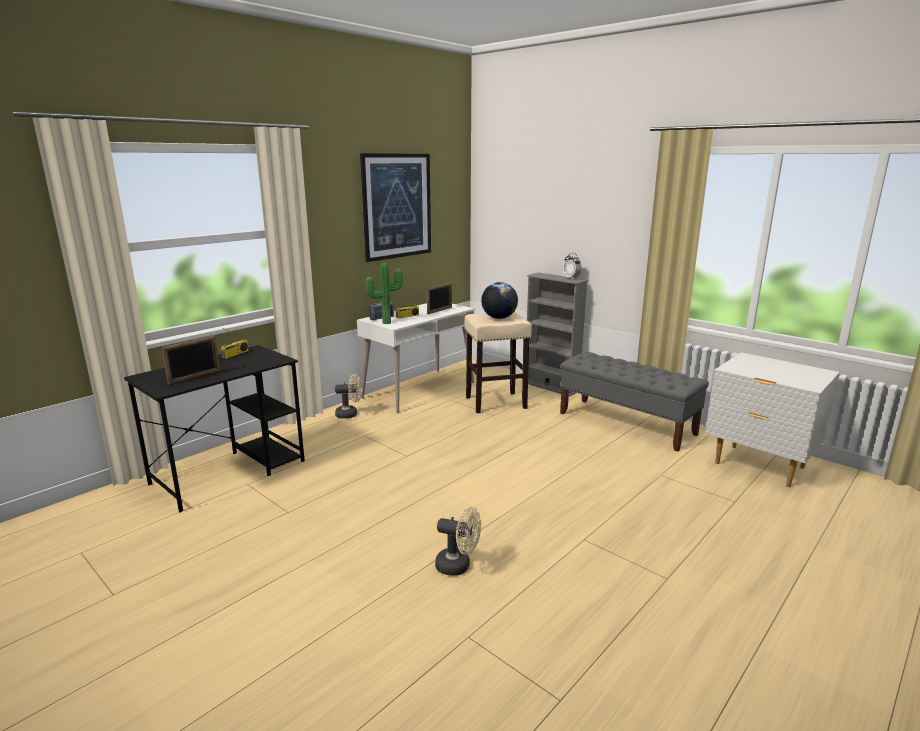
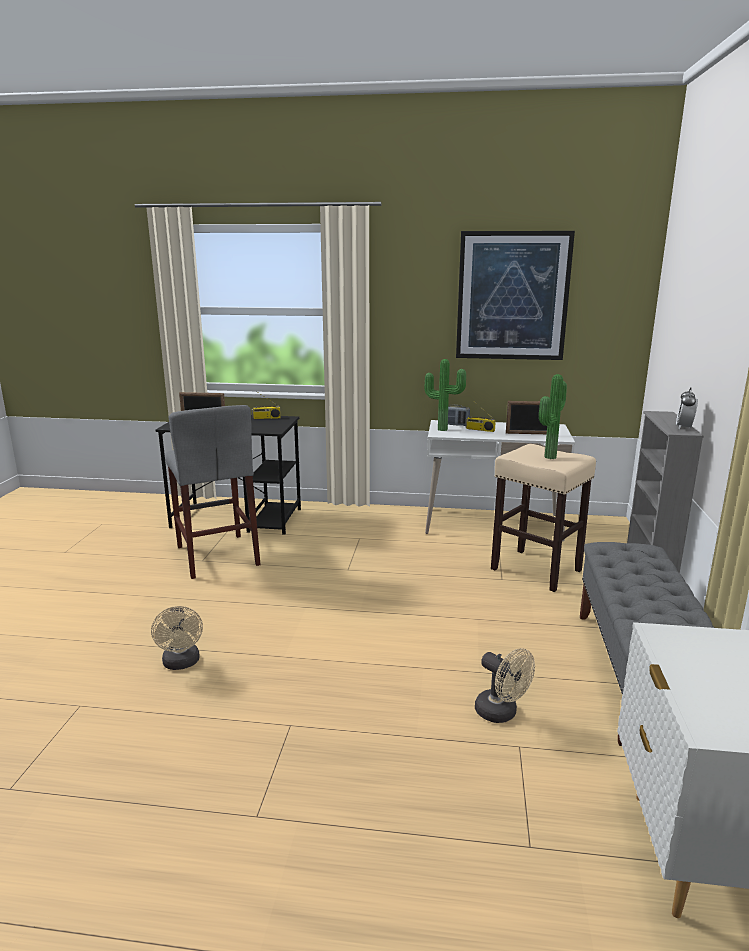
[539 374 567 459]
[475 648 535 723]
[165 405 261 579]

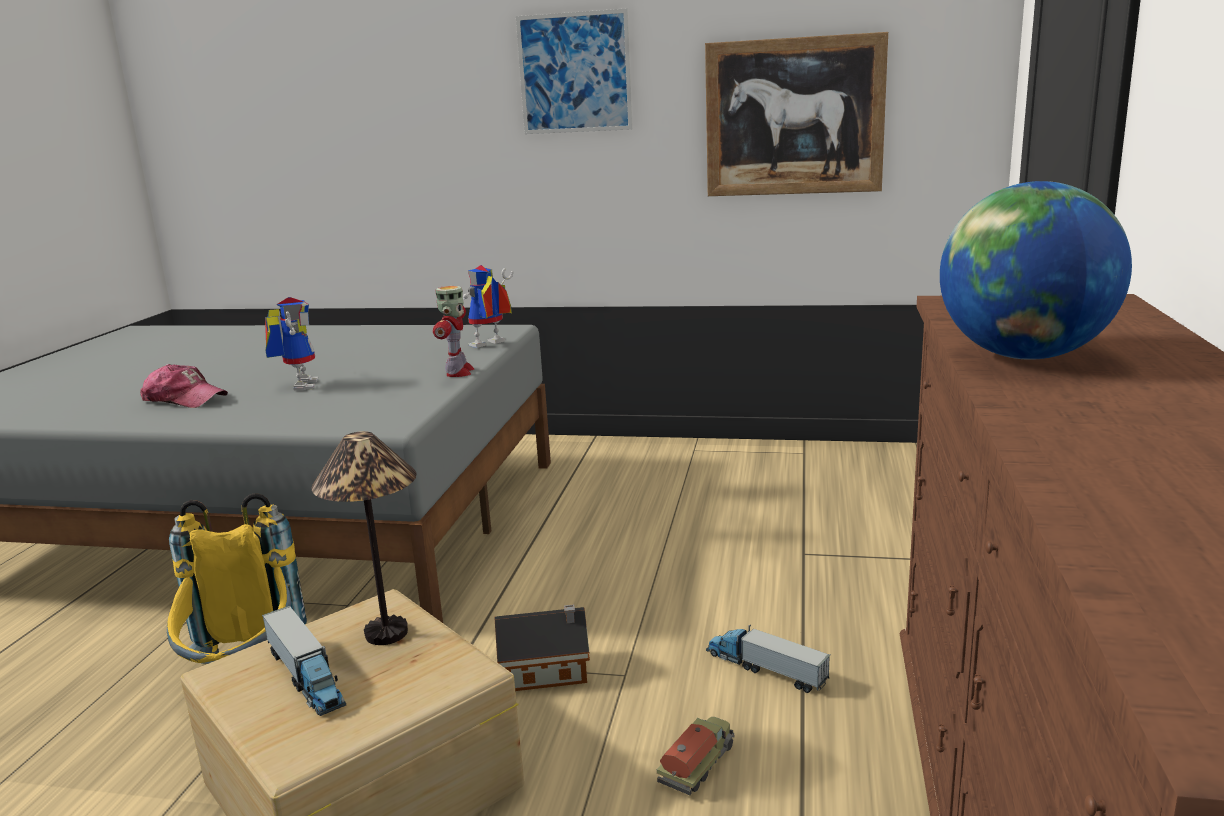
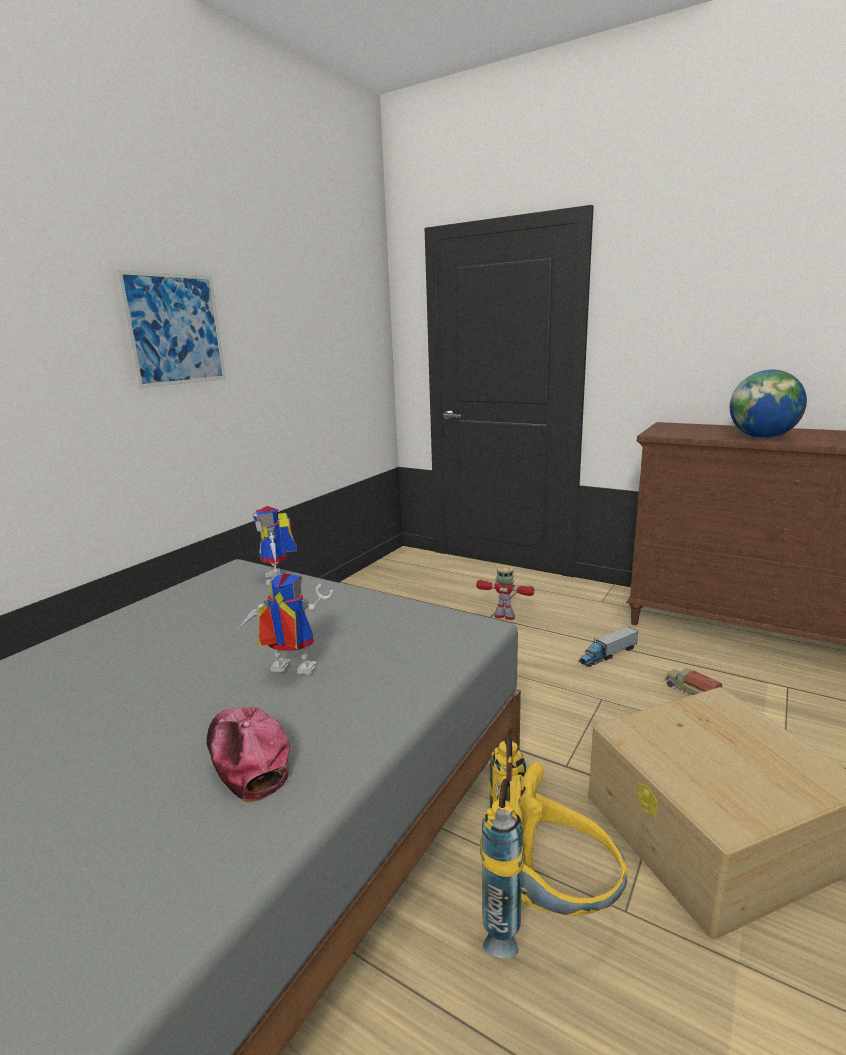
[705 32 888 196] (first image)
[476 566 535 620]
[207 707 290 803]
[311 431 417 645] (first image)
[495 605 590 691] (first image)
[262 606 346 716] (first image)

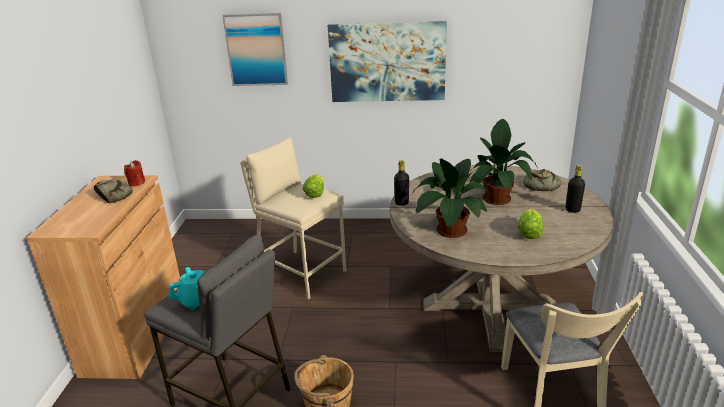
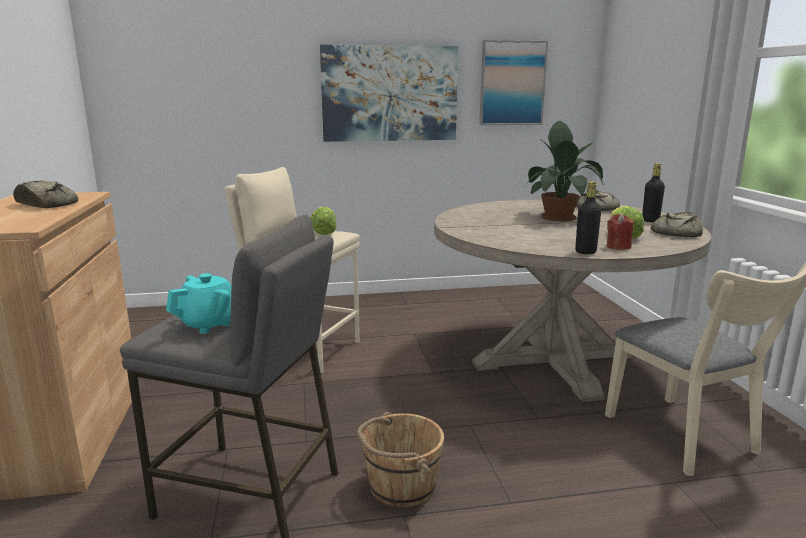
[479 40 548 125]
[412 158 491 238] (first image)
[607 213 634 250]
[575 181 601 254]
[650 212 703 237]

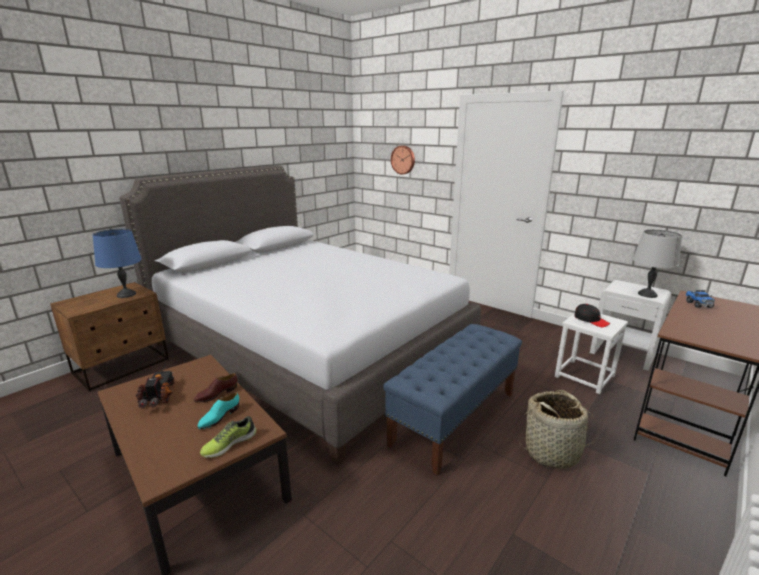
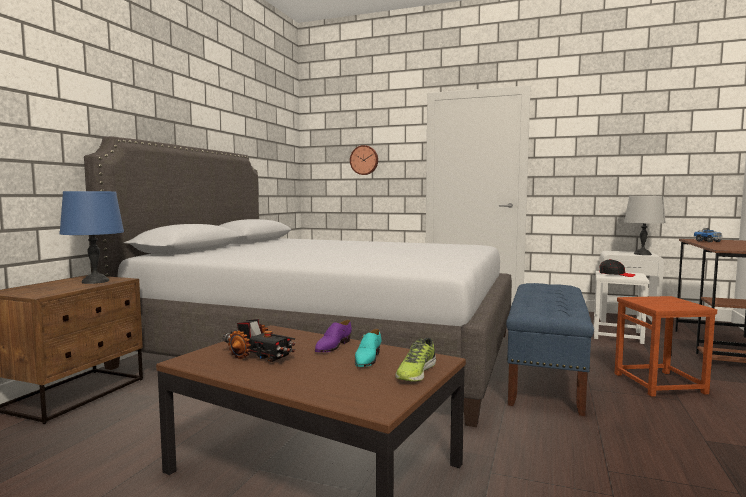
[222 319 296 362]
[315 320 352 352]
[615 296 717 397]

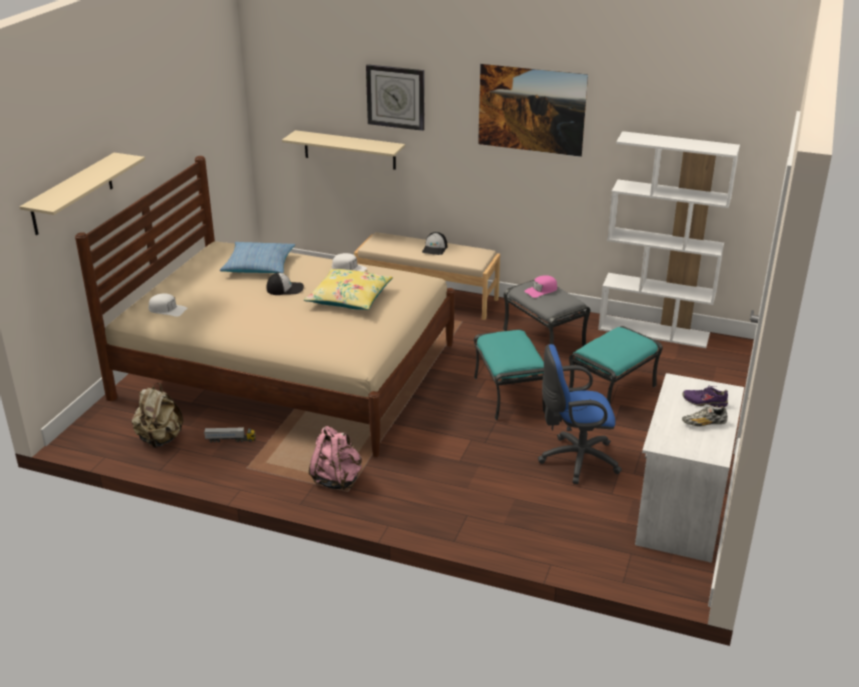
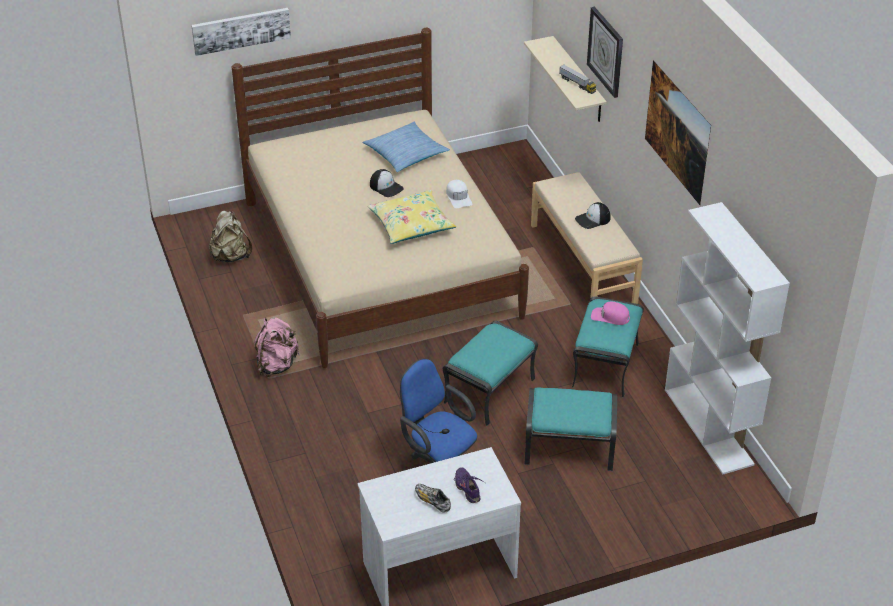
[191 8 291 56]
[572 296 644 397]
[148 293 187 317] (first image)
[559 64 596 94]

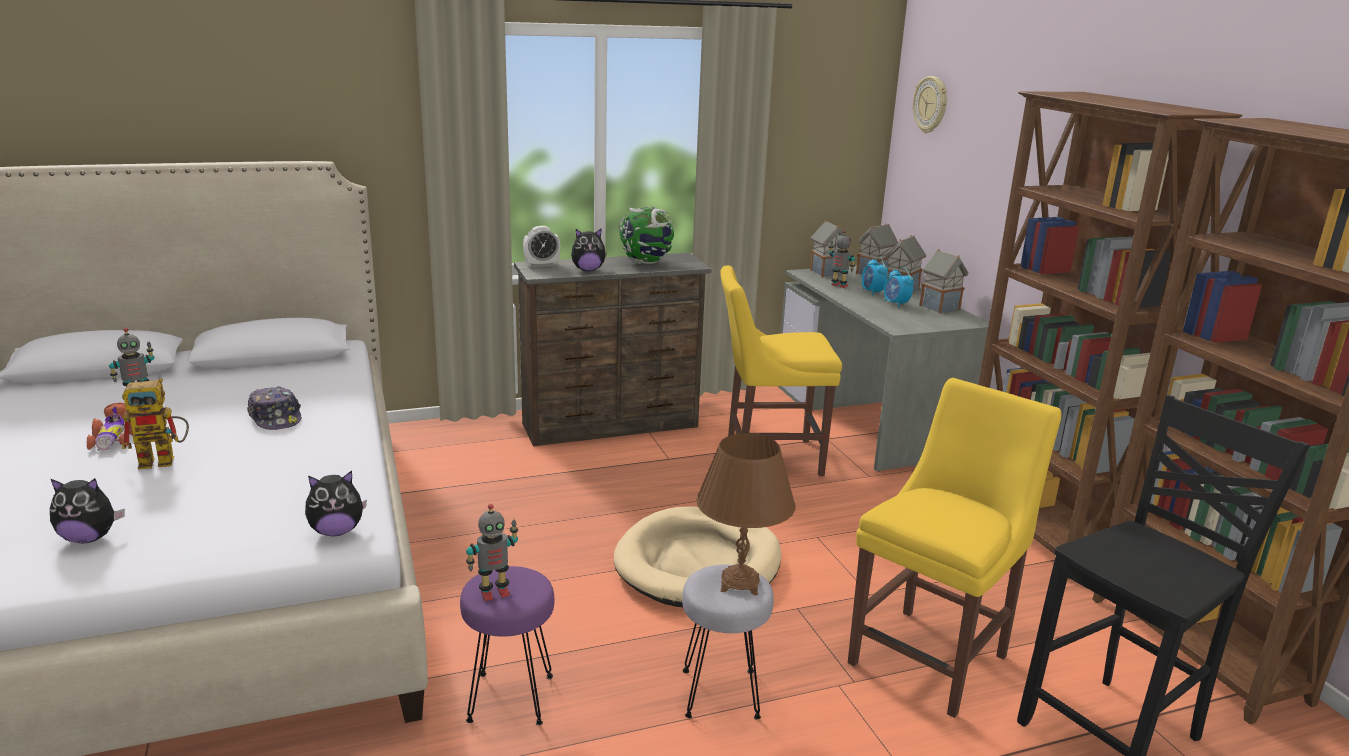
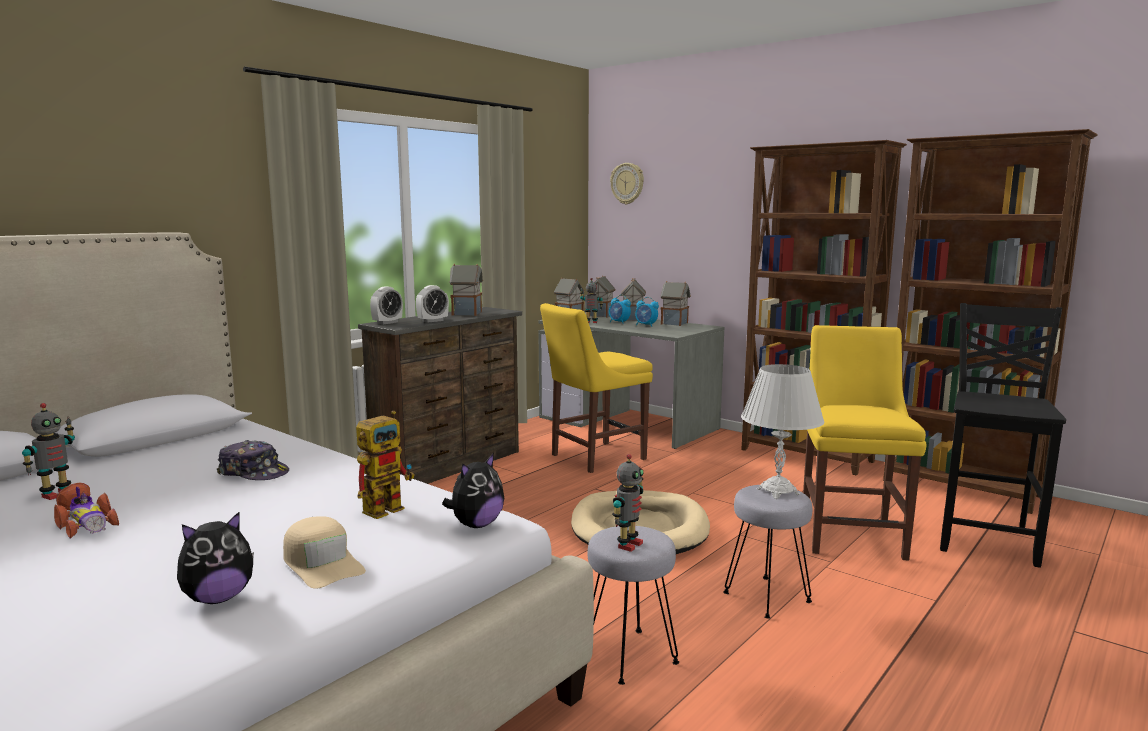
[449 264 483 316]
[416 285 449 323]
[356 411 415 519]
[741 364 825 499]
[588 526 679 685]
[283 516 366 589]

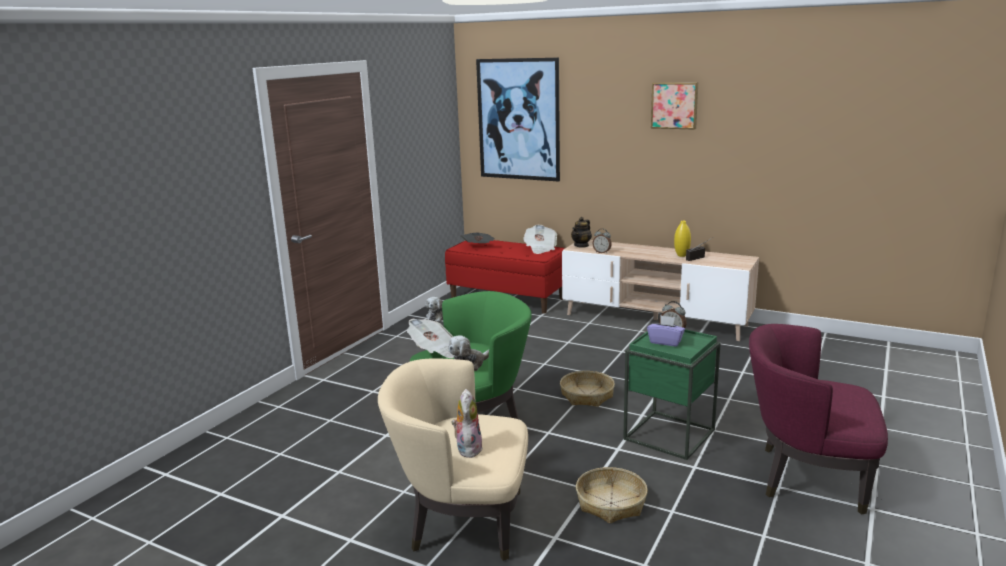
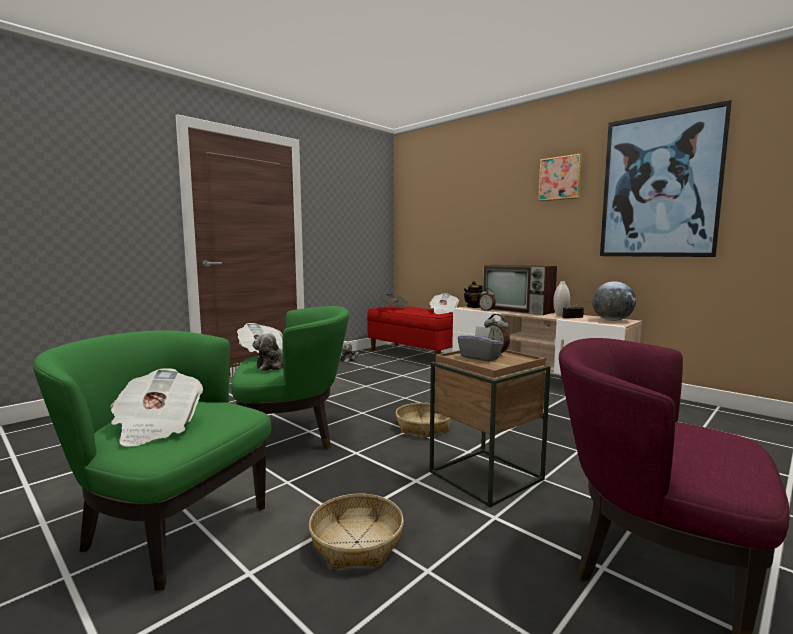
[600 100 732 257]
[553 281 570 316]
[458 326 504 362]
[430 350 551 507]
[33 330 271 591]
[110 368 203 447]
[482 265 557 315]
[592 281 636 321]

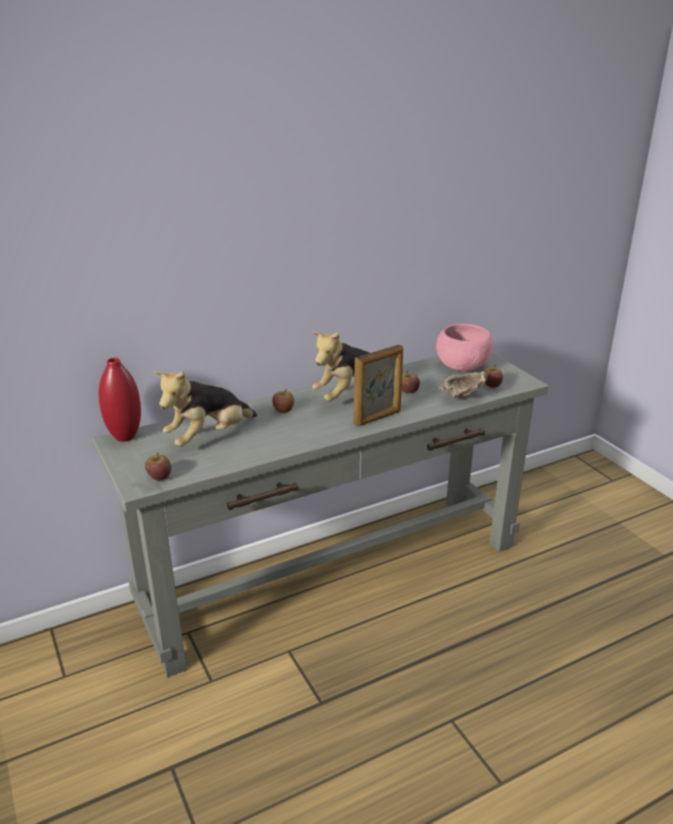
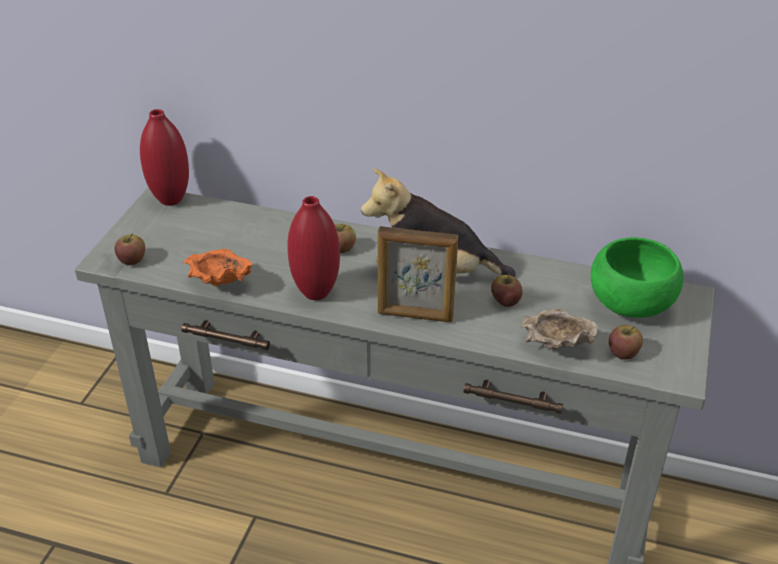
[591 237 684 318]
[155 371 257 447] (first image)
[287 196 340 300]
[183 249 253 287]

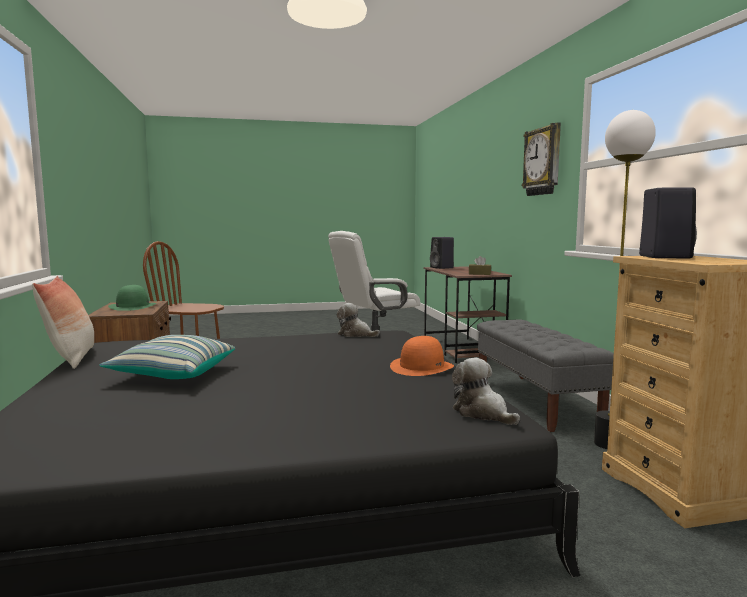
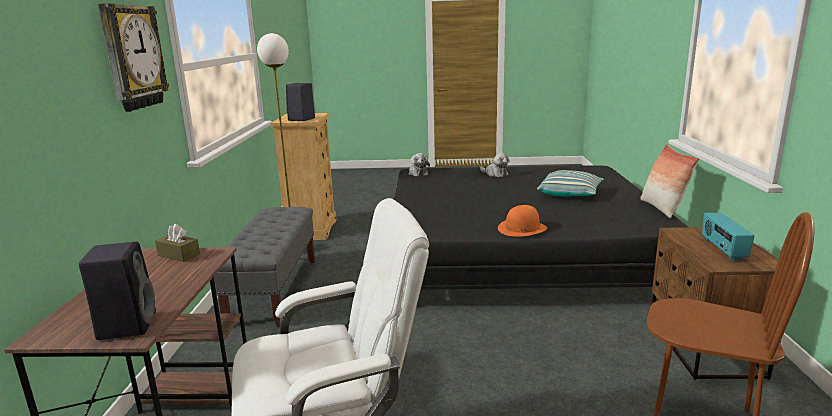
[702 213 755 261]
[480 153 510 177]
[498 205 547 237]

